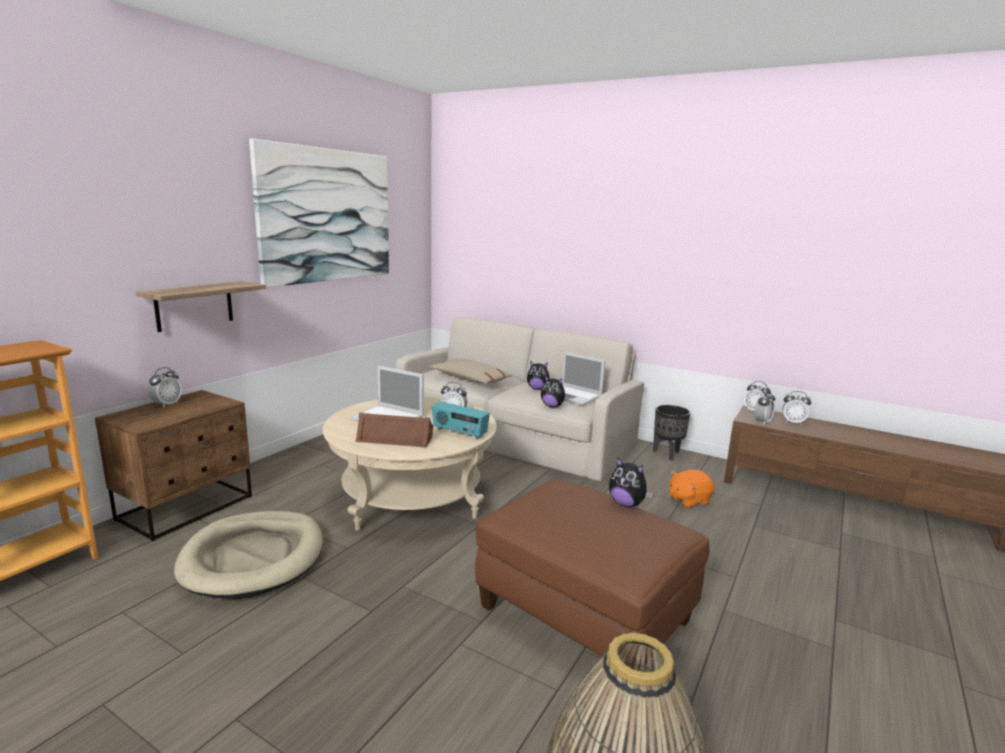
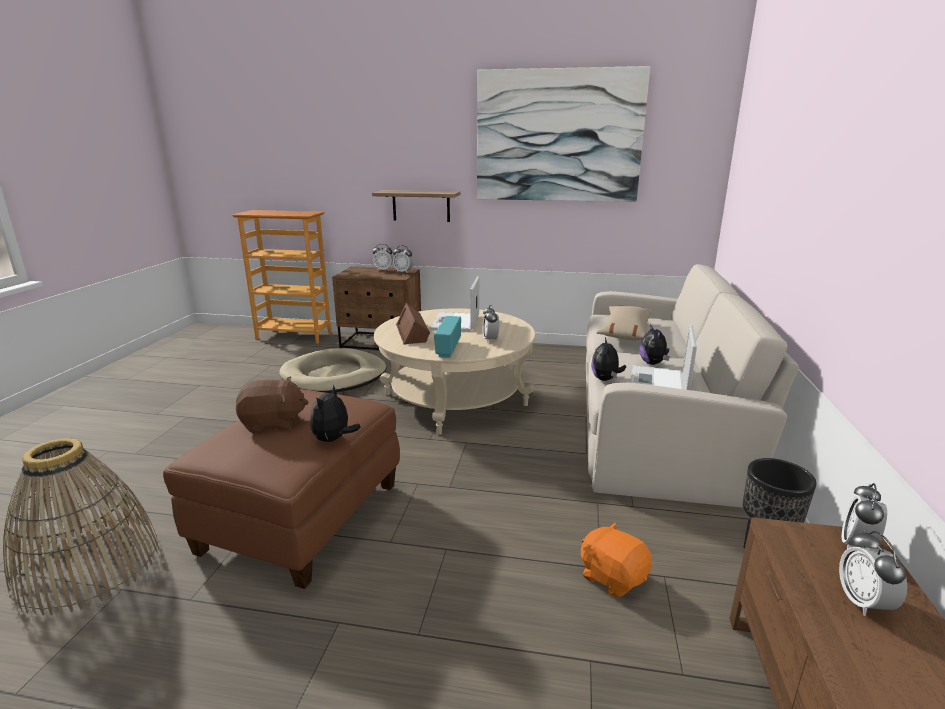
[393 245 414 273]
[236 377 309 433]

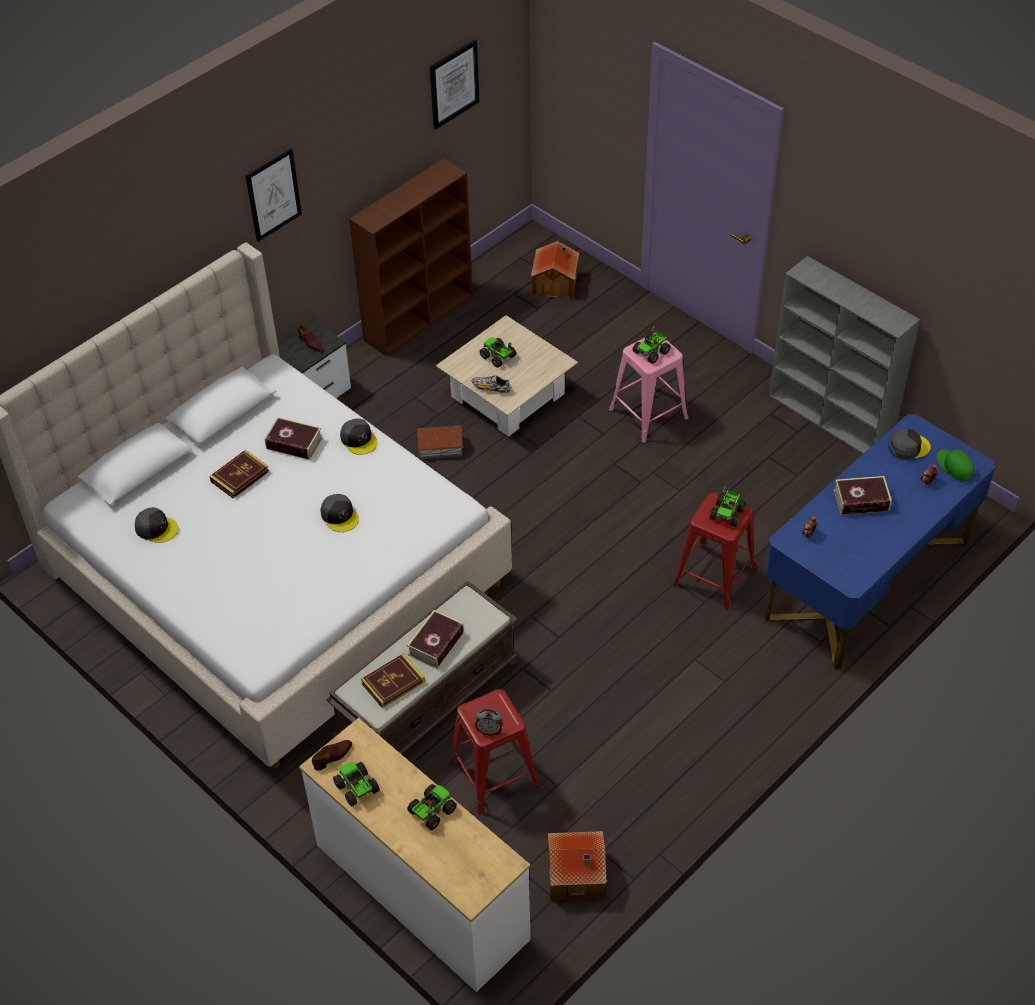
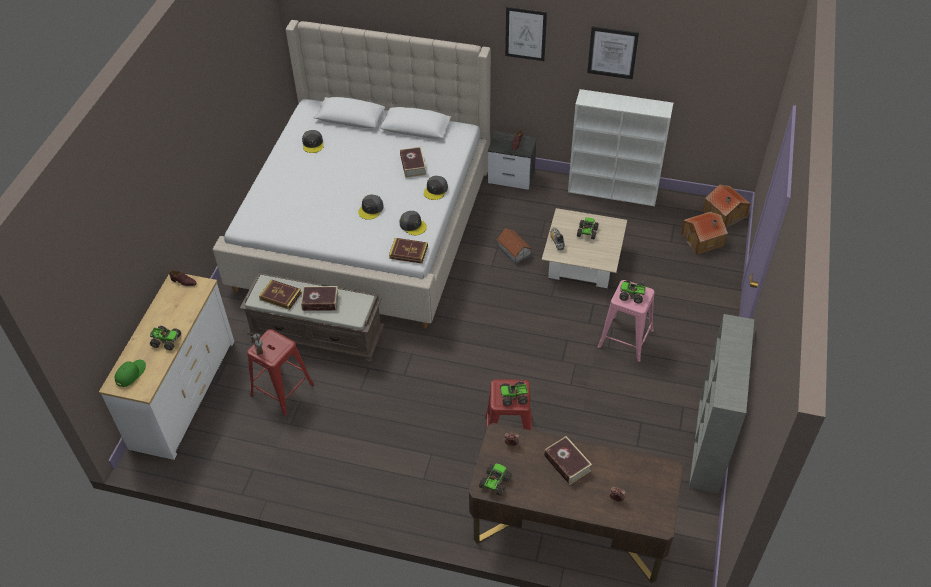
[587 26 639 79]
[568 89 673 206]
[469 423 683 583]
[400 211 427 235]
[115 360 146 387]
[389 238 428 264]
[479 464 512 496]
[703 185 750 228]

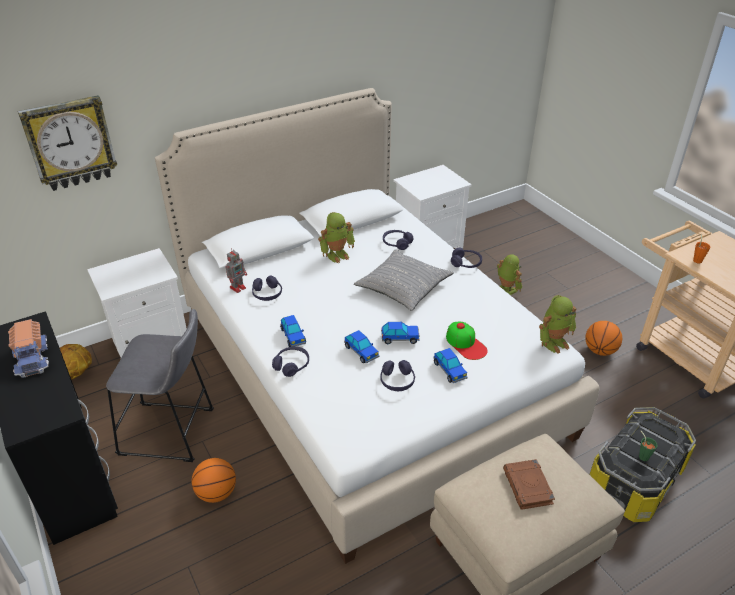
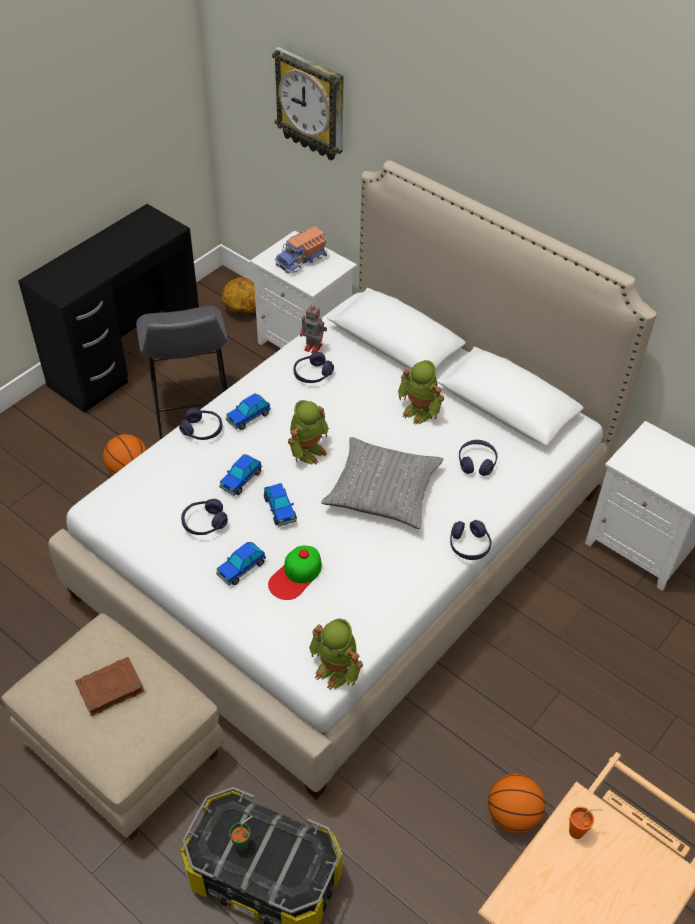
[288 400 329 465]
[275 226 327 274]

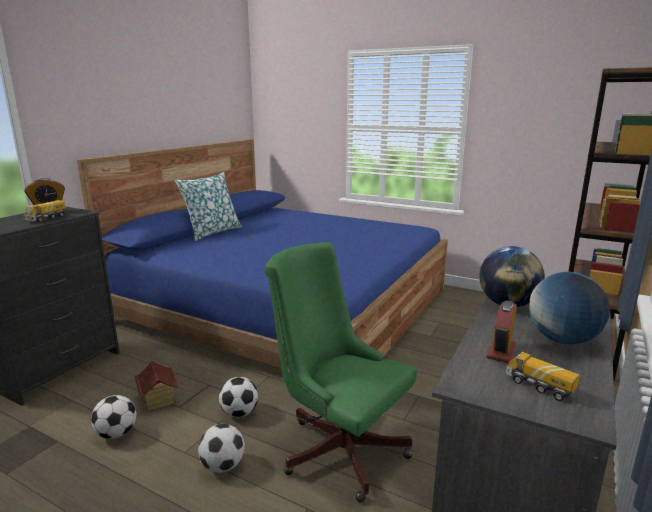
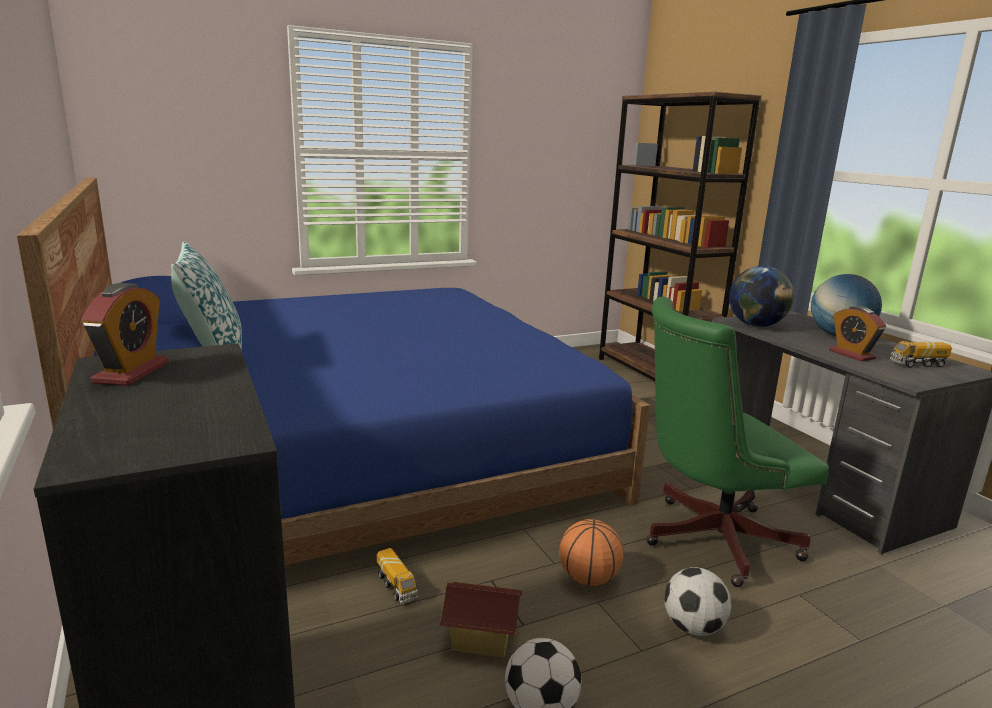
[377 548 418 604]
[559 519 624 586]

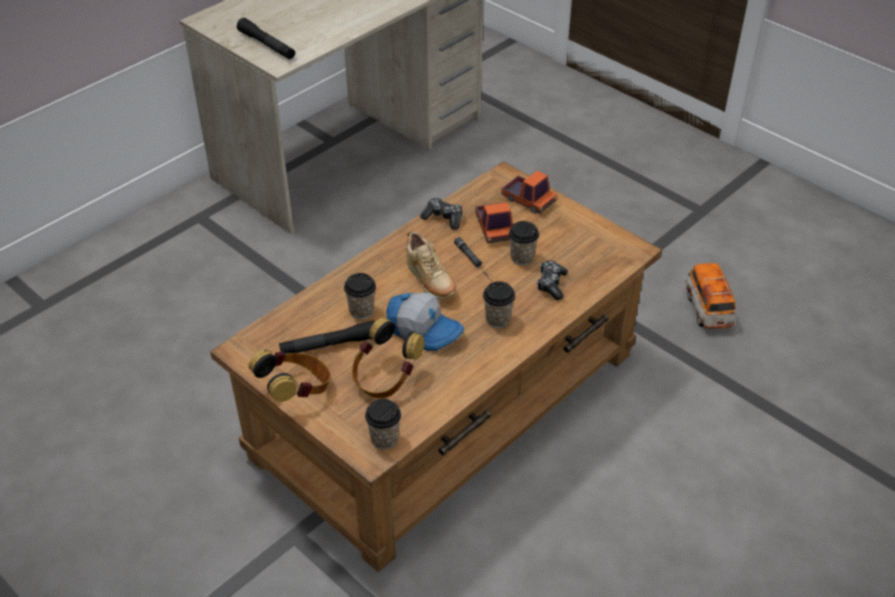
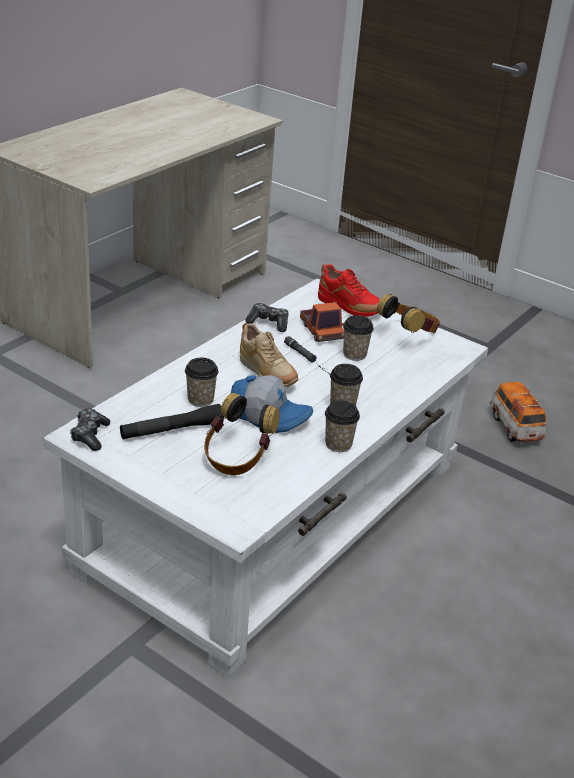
[237 18 295 59] (first image)
[43 279 488 678]
[318 264 381 317]
[70 408 110 451]
[377 294 440 333]
[325 401 360 452]

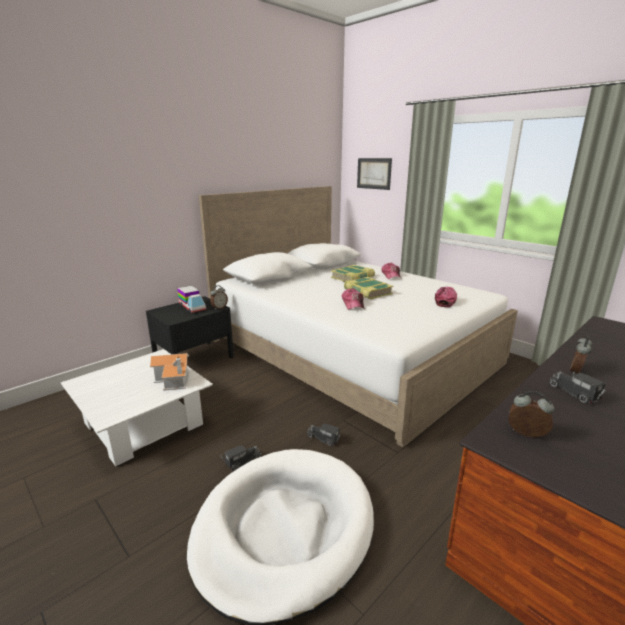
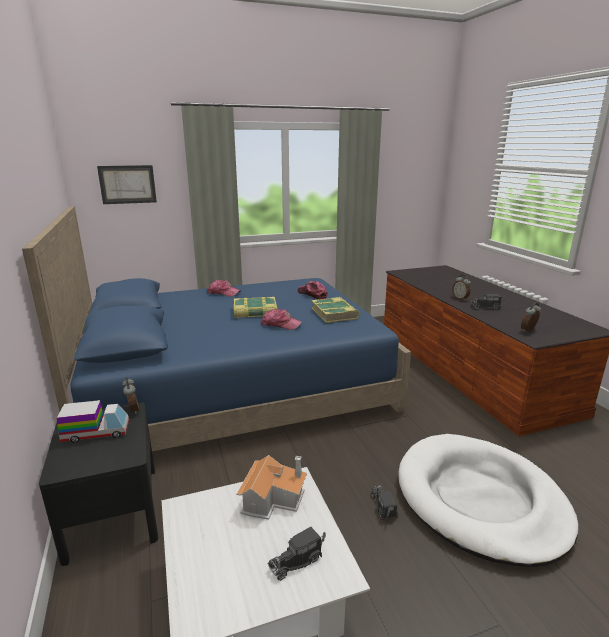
[22 206 411 451]
[311 297 359 323]
[268 527 326 581]

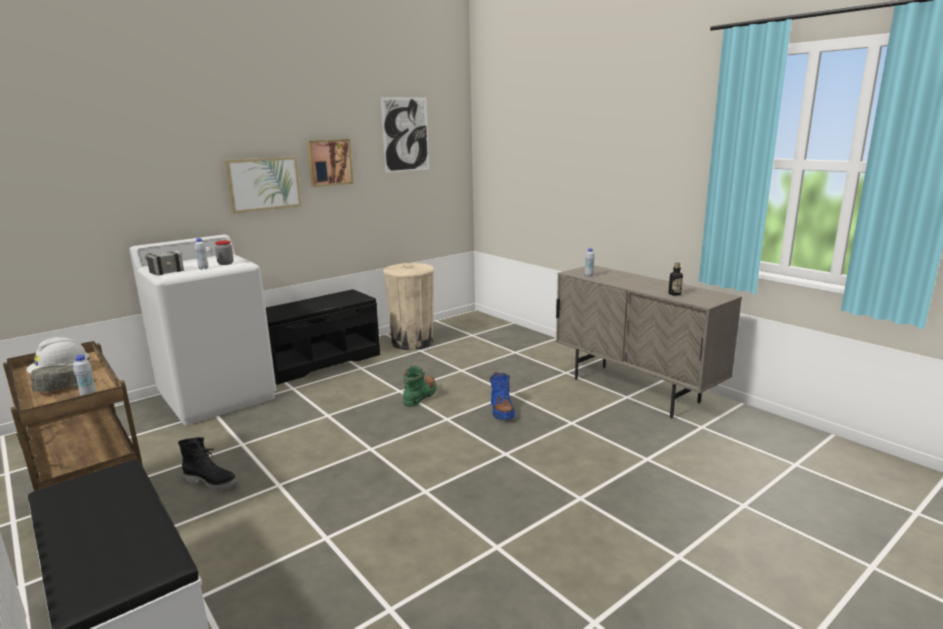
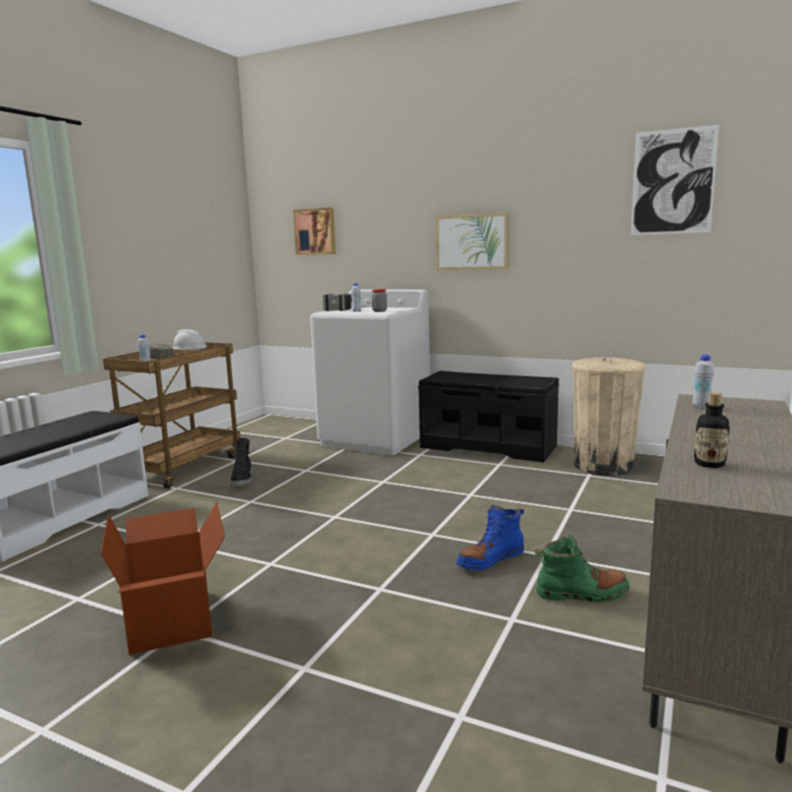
[293 208 336 255]
[535 535 630 602]
[100 502 225 655]

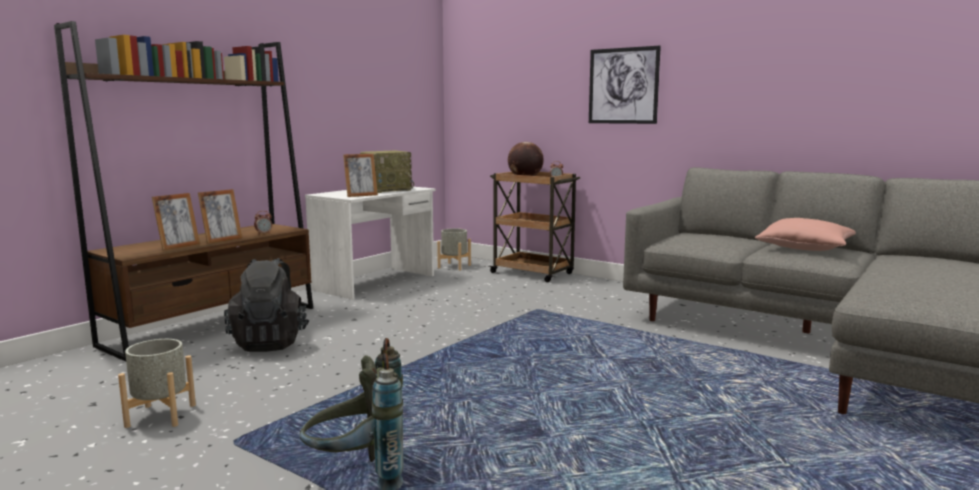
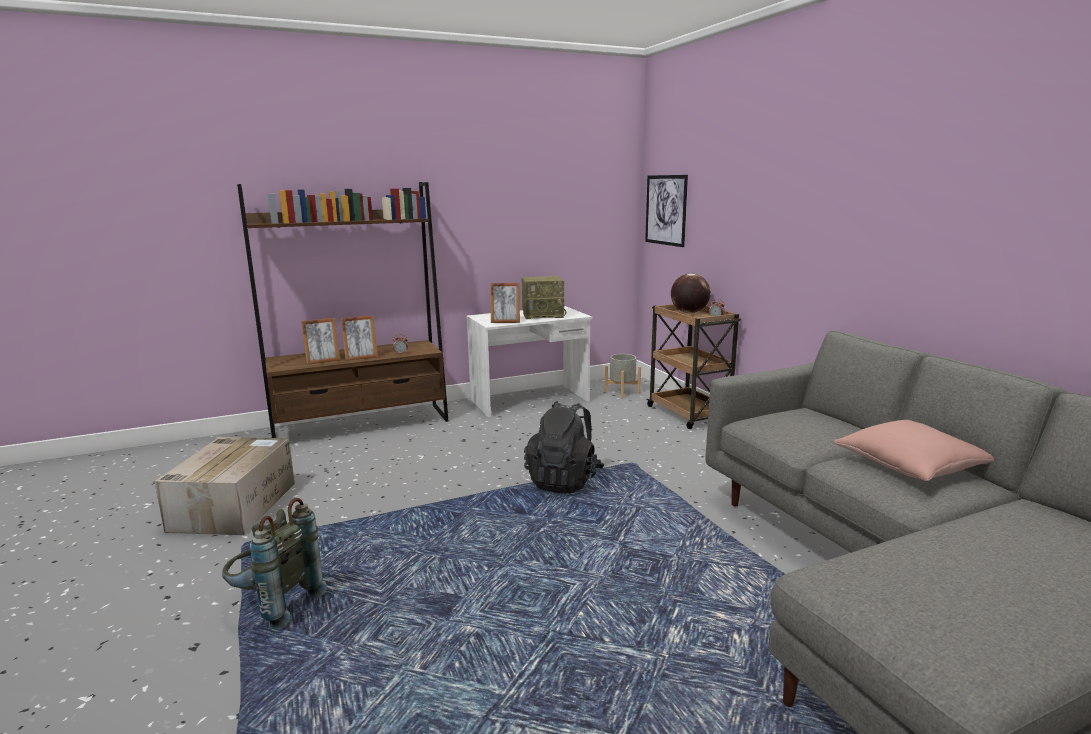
[645 175 688 247]
[524 401 604 494]
[154 437 295 535]

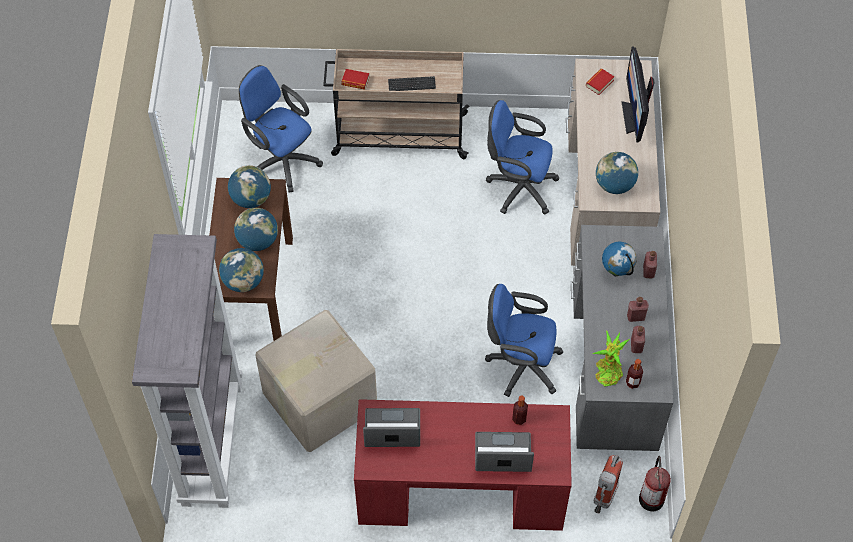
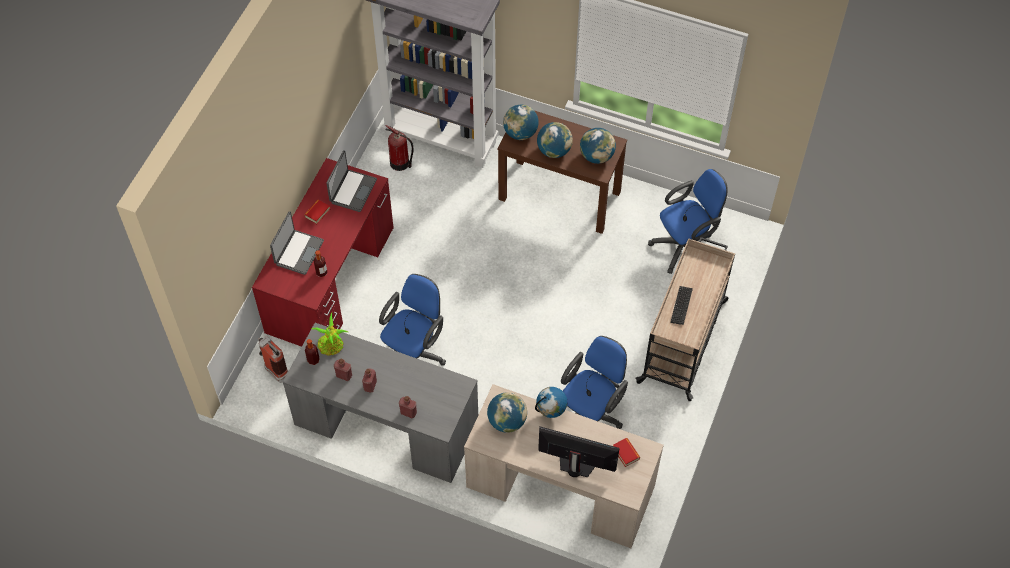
[304 199 330 224]
[535 387 567 418]
[255 310 377 452] (first image)
[385 125 413 171]

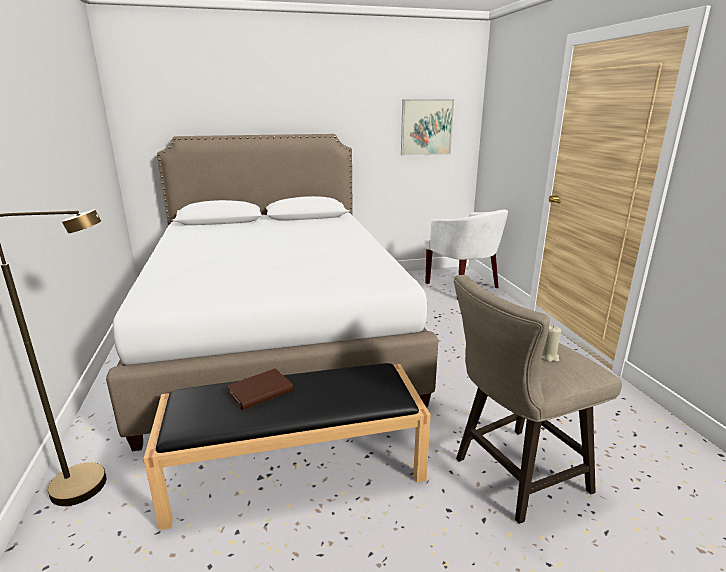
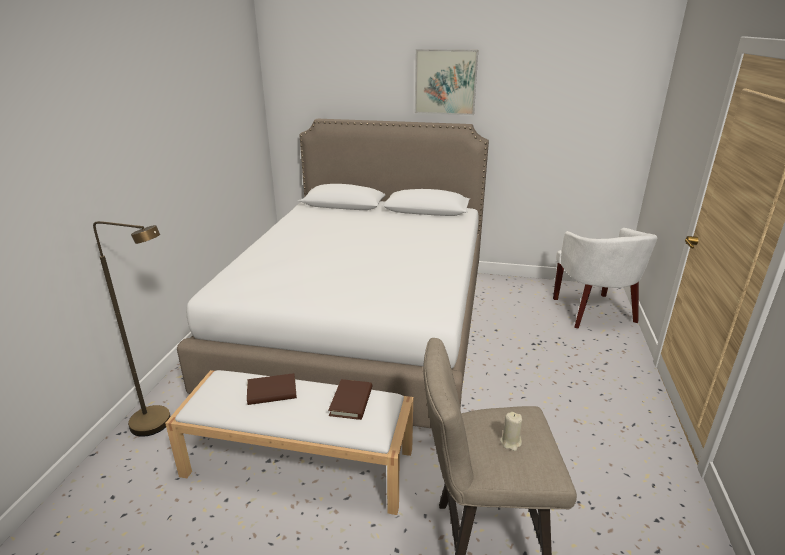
[415 49 478 115]
[165 370 413 515]
[328 379 372 420]

